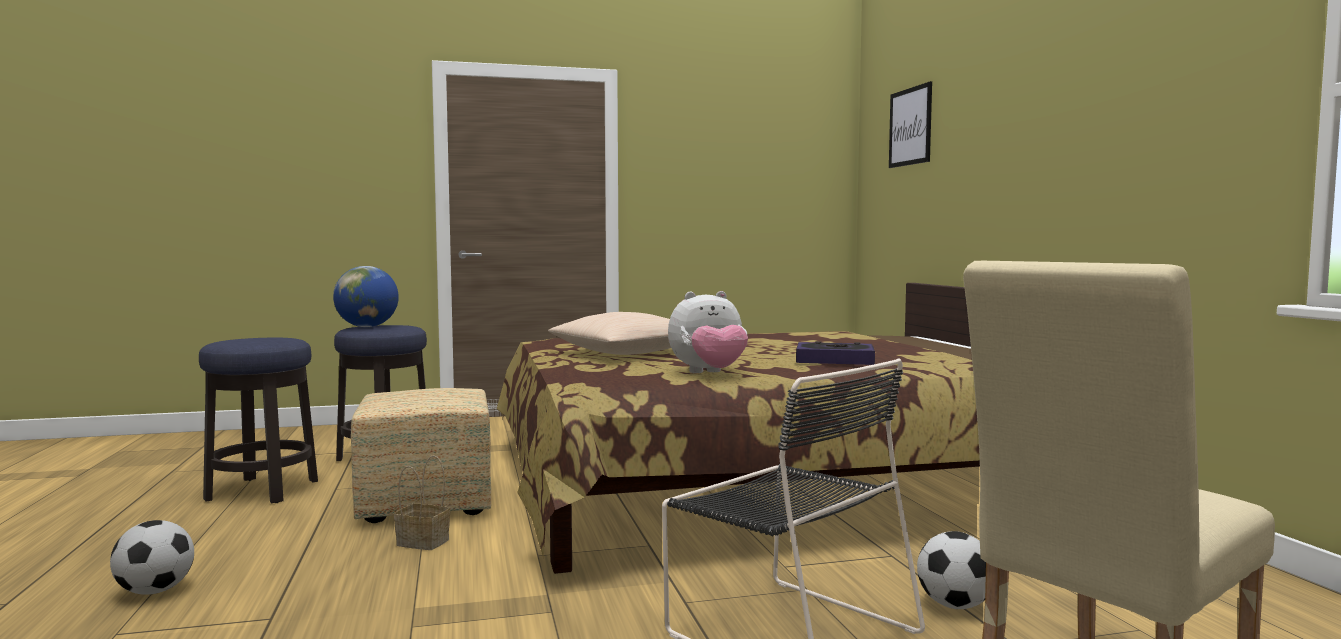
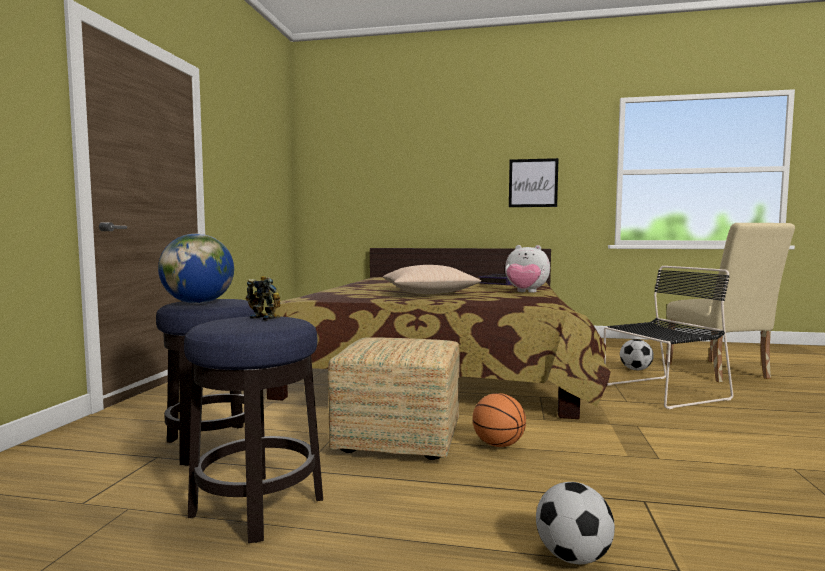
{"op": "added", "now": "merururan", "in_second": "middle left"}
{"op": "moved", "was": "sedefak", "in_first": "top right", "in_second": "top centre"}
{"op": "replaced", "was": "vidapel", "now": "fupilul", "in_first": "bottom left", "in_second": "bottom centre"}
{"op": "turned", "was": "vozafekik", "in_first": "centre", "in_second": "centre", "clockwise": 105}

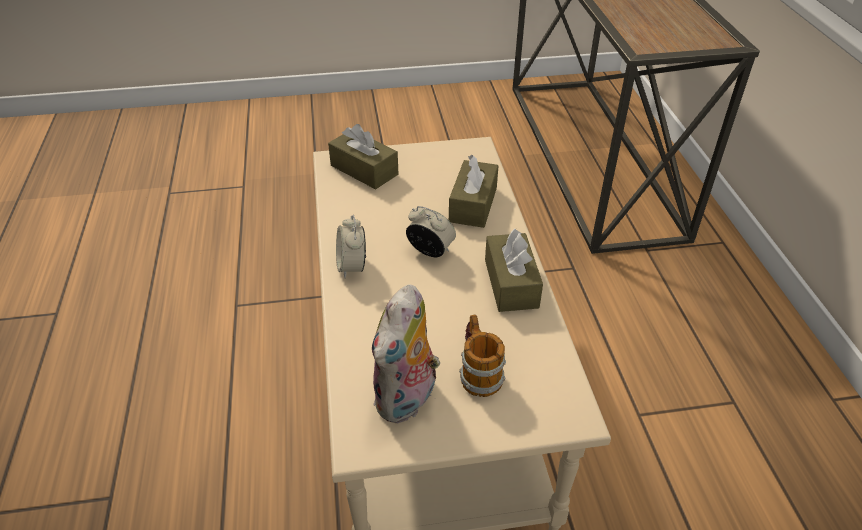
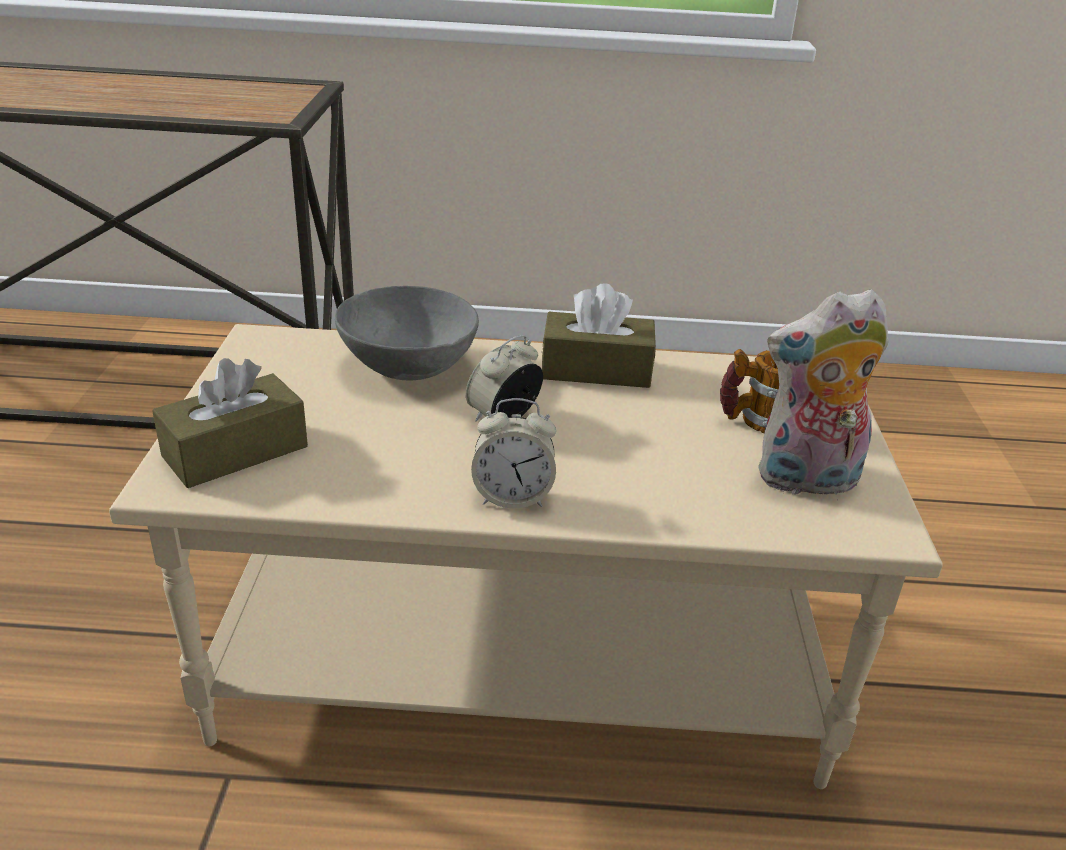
{"op": "replaced", "was": "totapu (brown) (2nd from left)", "now": "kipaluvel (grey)", "in_first": "centre", "in_second": "centre"}
{"op": "turned", "was": "vozafekik", "in_first": "bottom centre", "in_second": "middle right", "clockwise": 135}

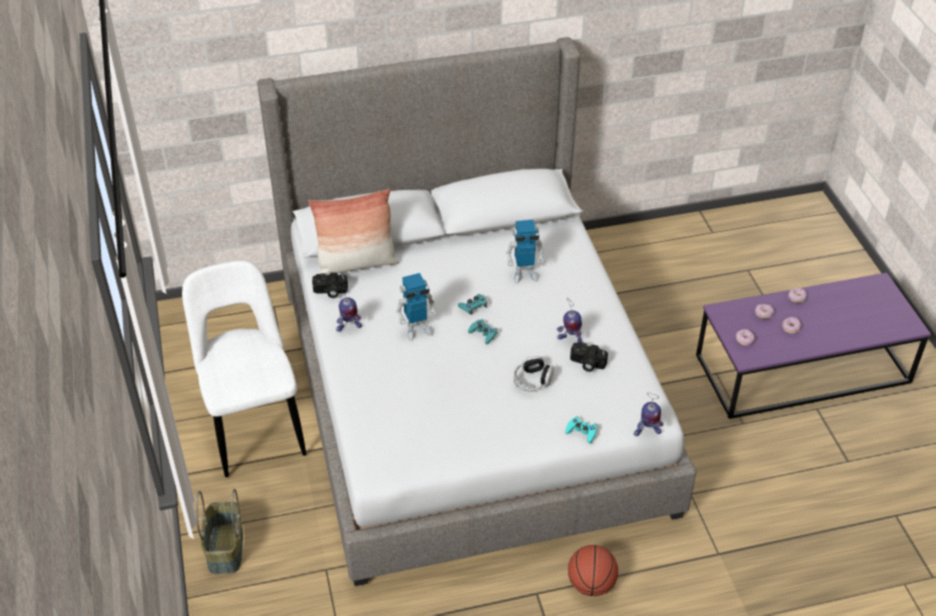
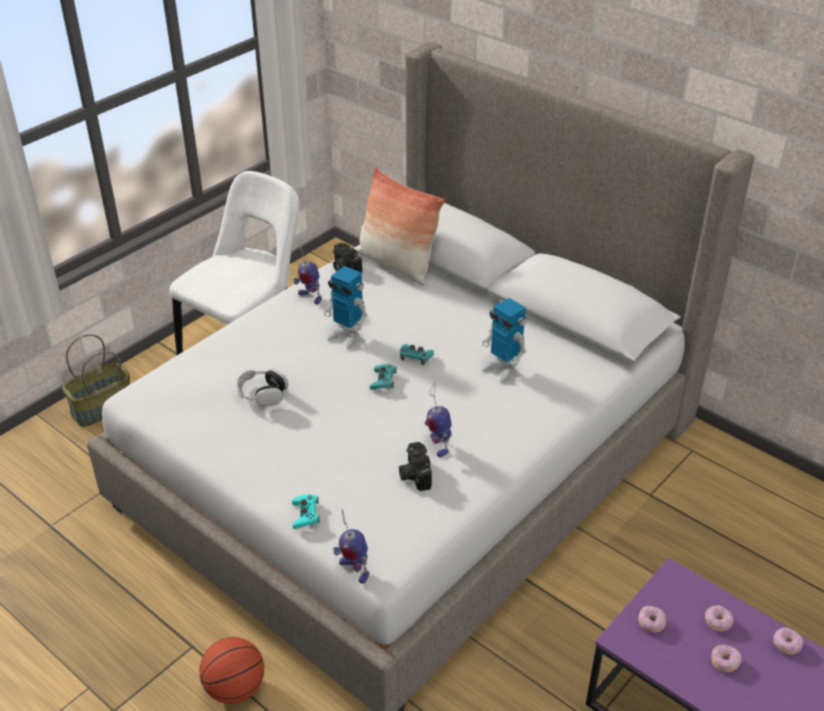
{"op": "moved", "was": "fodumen", "in_first": "centre", "in_second": "middle left"}

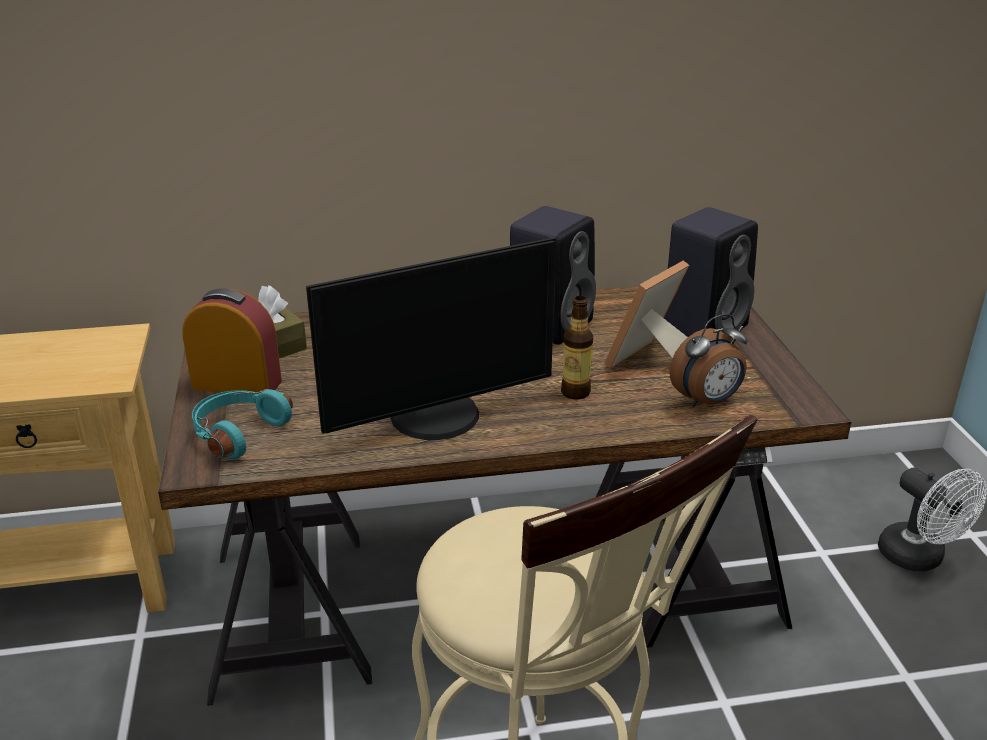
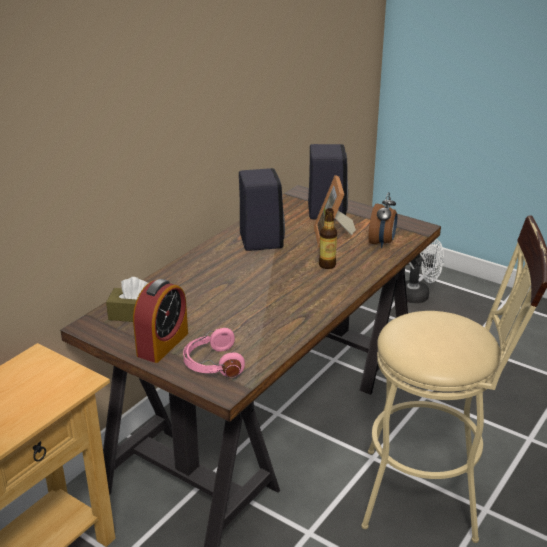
{"op": "removed", "was": "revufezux", "in_first": "centre"}
{"op": "recoloured", "was": "fodumen (turquoise)", "now": "fodumen (pink)", "in_first": "middle left", "in_second": "centre"}
{"op": "turned", "was": "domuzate (1st from left)", "in_first": "middle left", "in_second": "middle left", "clockwise": 150}

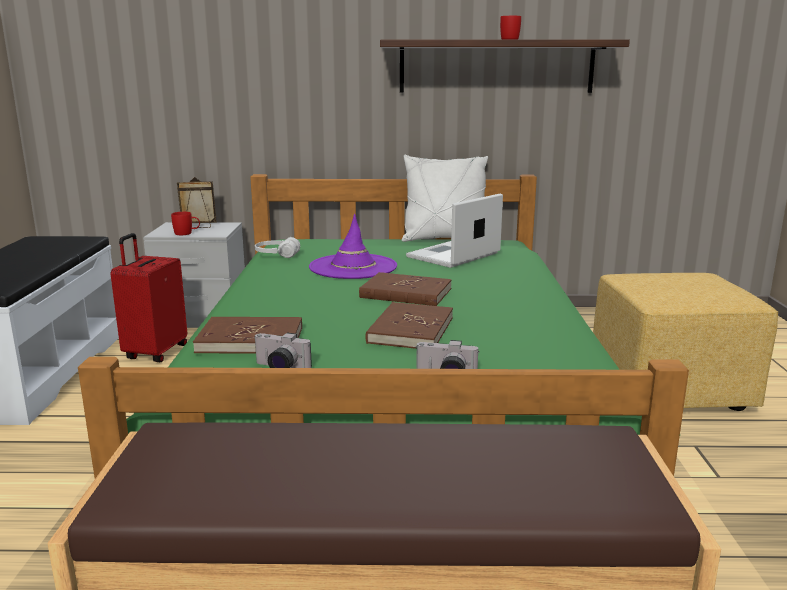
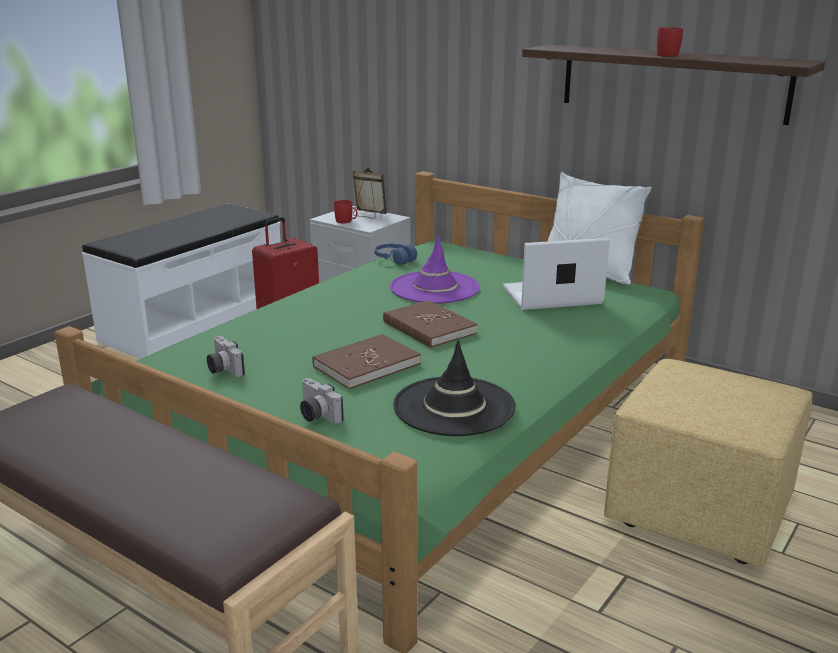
{"op": "removed", "was": "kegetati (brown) (1st from left)", "in_first": "middle left"}
{"op": "added", "now": "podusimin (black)", "in_second": "centre"}
{"op": "recoloured", "was": "fodumen (white)", "now": "fodumen (blue)", "in_first": "centre", "in_second": "centre"}

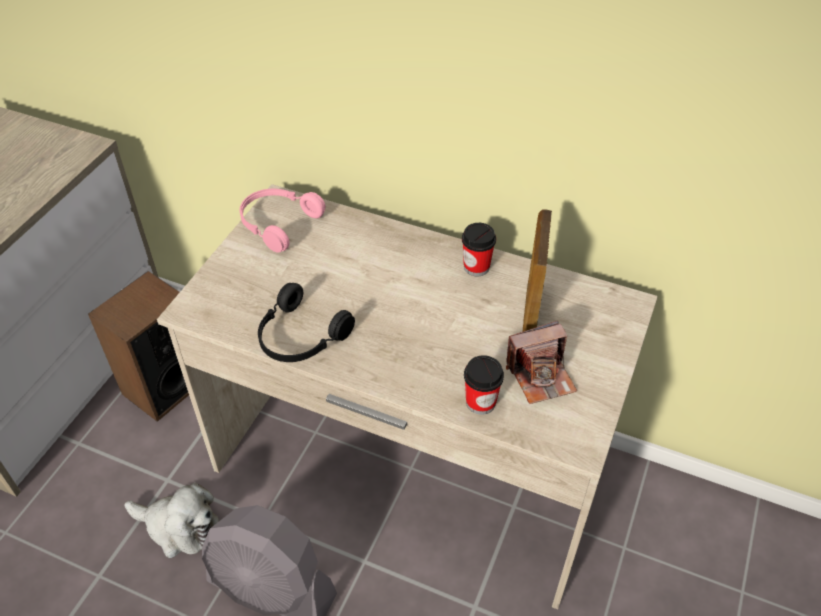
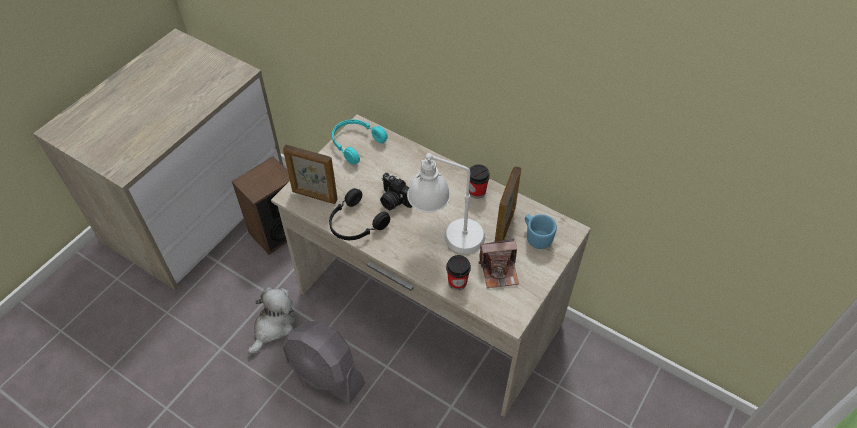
{"op": "added", "now": "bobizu (1st from left)", "in_second": "centre"}
{"op": "added", "now": "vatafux (1st from left)", "in_second": "centre"}
{"op": "added", "now": "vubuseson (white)", "in_second": "centre"}
{"op": "added", "now": "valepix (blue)", "in_second": "centre"}
{"op": "recoloured", "was": "fodumen (pink)", "now": "fodumen (turquoise)", "in_first": "centre", "in_second": "top centre"}
{"op": "turned", "was": "vozafekik", "in_first": "bottom left", "in_second": "bottom left", "clockwise": -90}

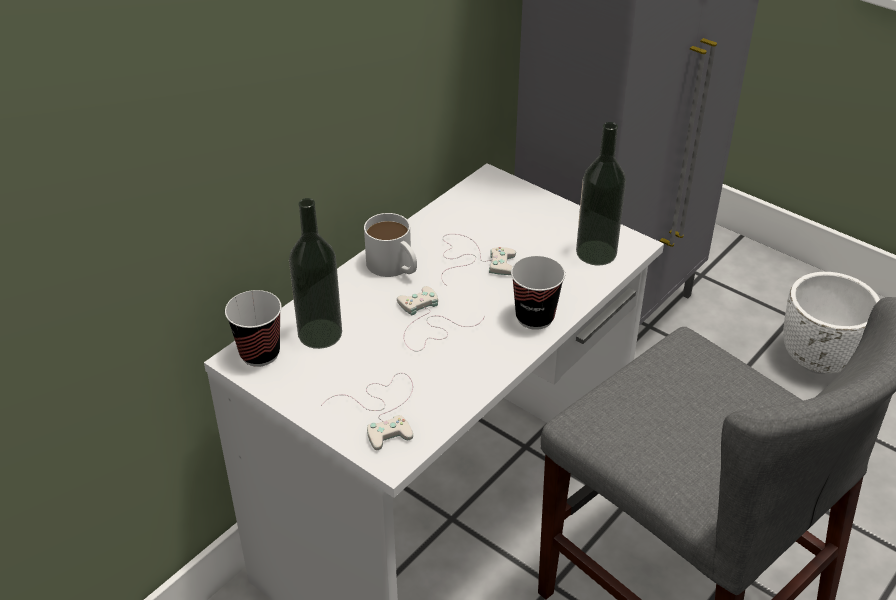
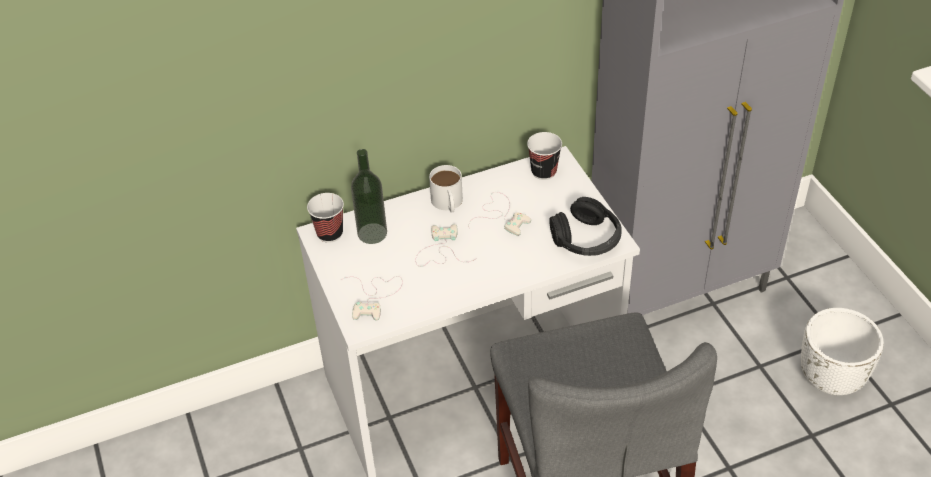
{"op": "moved", "was": "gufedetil (2nd from left)", "in_first": "centre", "in_second": "top centre"}
{"op": "replaced", "was": "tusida (2nd from left)", "now": "fodumen (black)", "in_first": "top right", "in_second": "centre"}

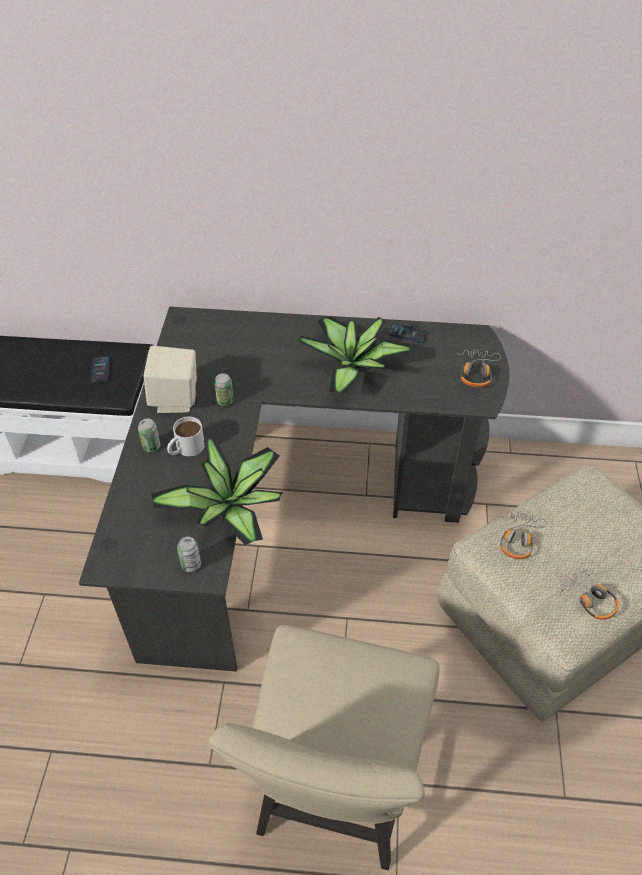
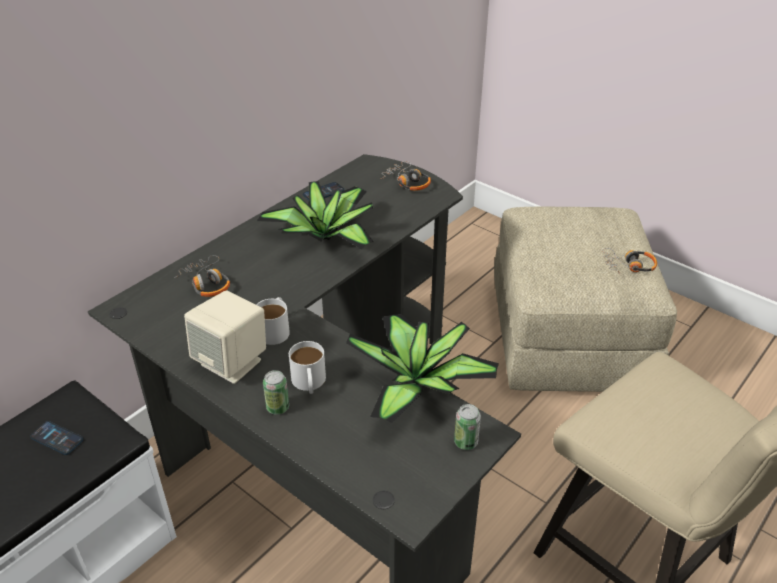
{"op": "moved", "was": "fodumen (2nd from left in the first image)", "now": "fodumen (1st from left)", "in_first": "middle right", "in_second": "middle left"}
{"op": "replaced", "was": "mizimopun (3rd from left)", "now": "valepix (white) (1st from left)", "in_first": "centre", "in_second": "centre"}

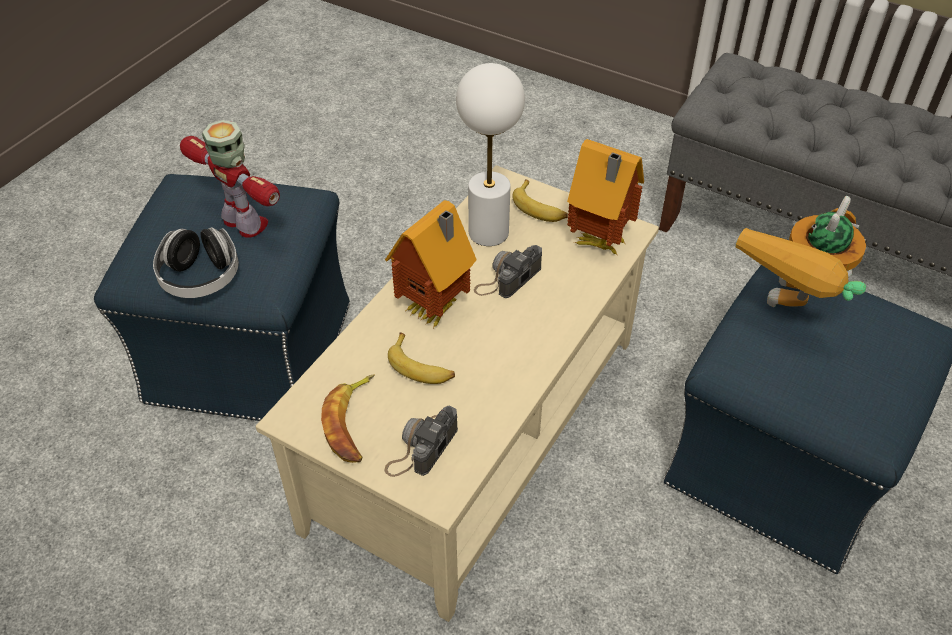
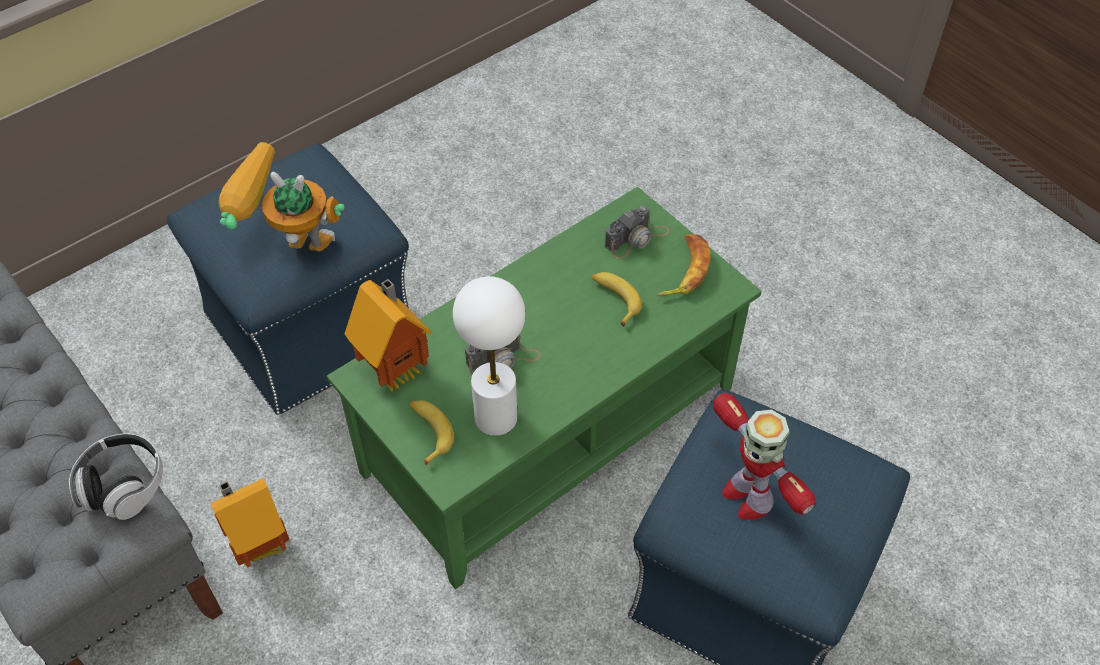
{"op": "moved", "was": "fodumen", "in_first": "middle left", "in_second": "bottom left"}
{"op": "moved", "was": "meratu (1st from left)", "in_first": "centre", "in_second": "bottom left"}
{"op": "recoloured", "was": "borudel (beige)", "now": "borudel (green)", "in_first": "centre", "in_second": "centre"}
{"op": "turned", "was": "merururan (2nd from left in the first image)", "in_first": "middle right", "in_second": "top left", "clockwise": -135}

